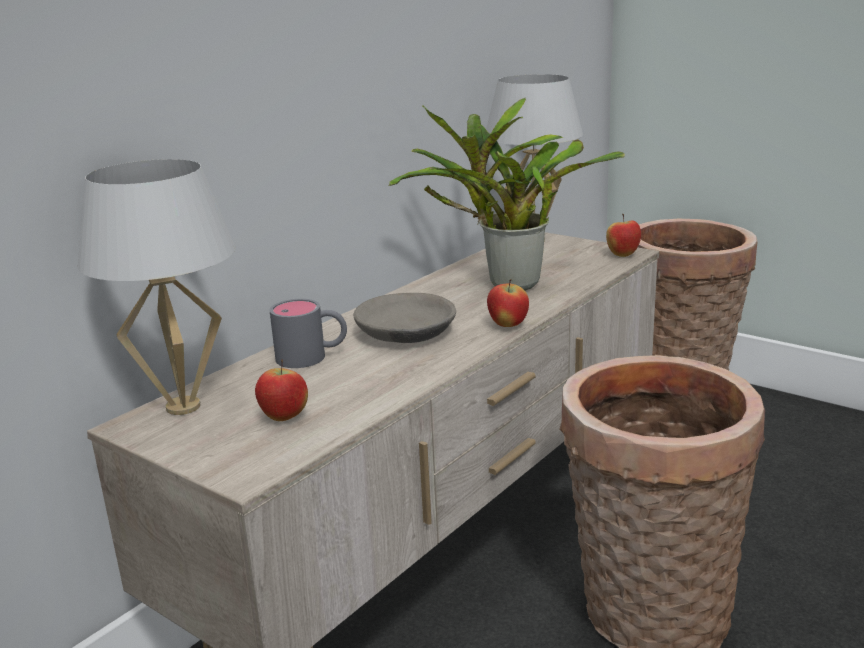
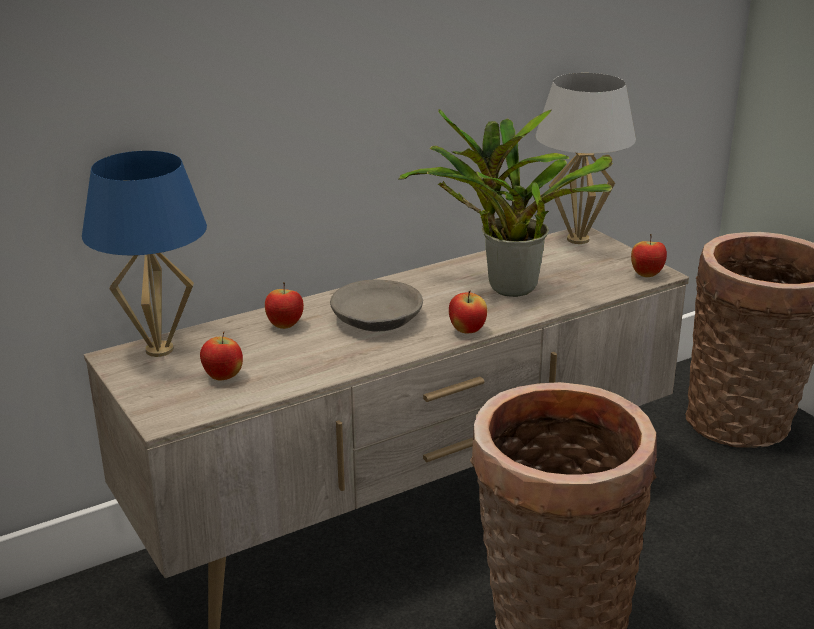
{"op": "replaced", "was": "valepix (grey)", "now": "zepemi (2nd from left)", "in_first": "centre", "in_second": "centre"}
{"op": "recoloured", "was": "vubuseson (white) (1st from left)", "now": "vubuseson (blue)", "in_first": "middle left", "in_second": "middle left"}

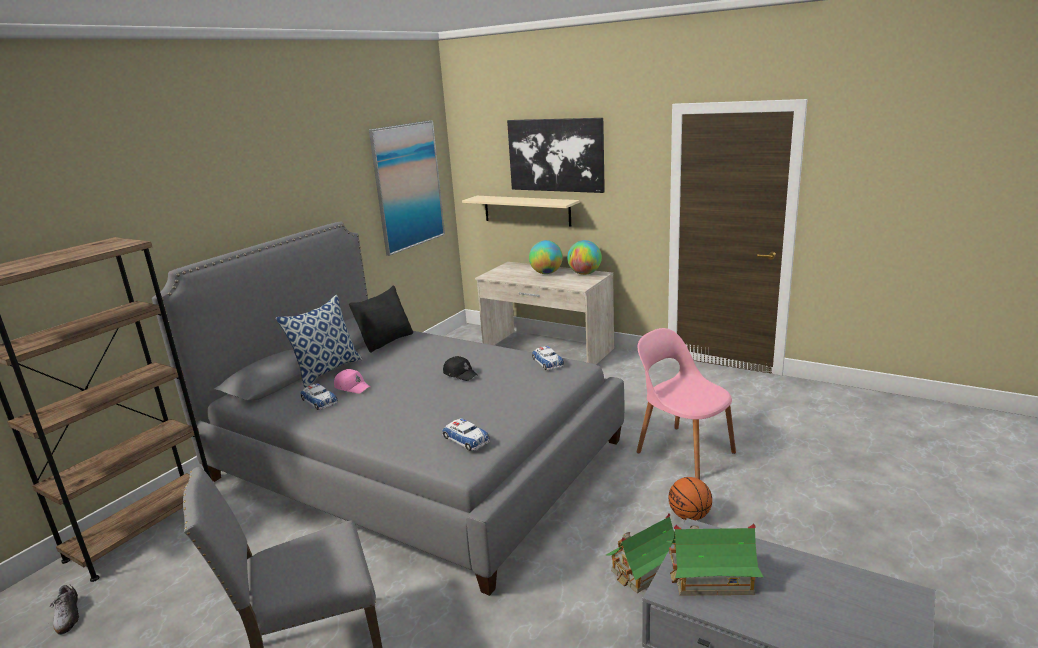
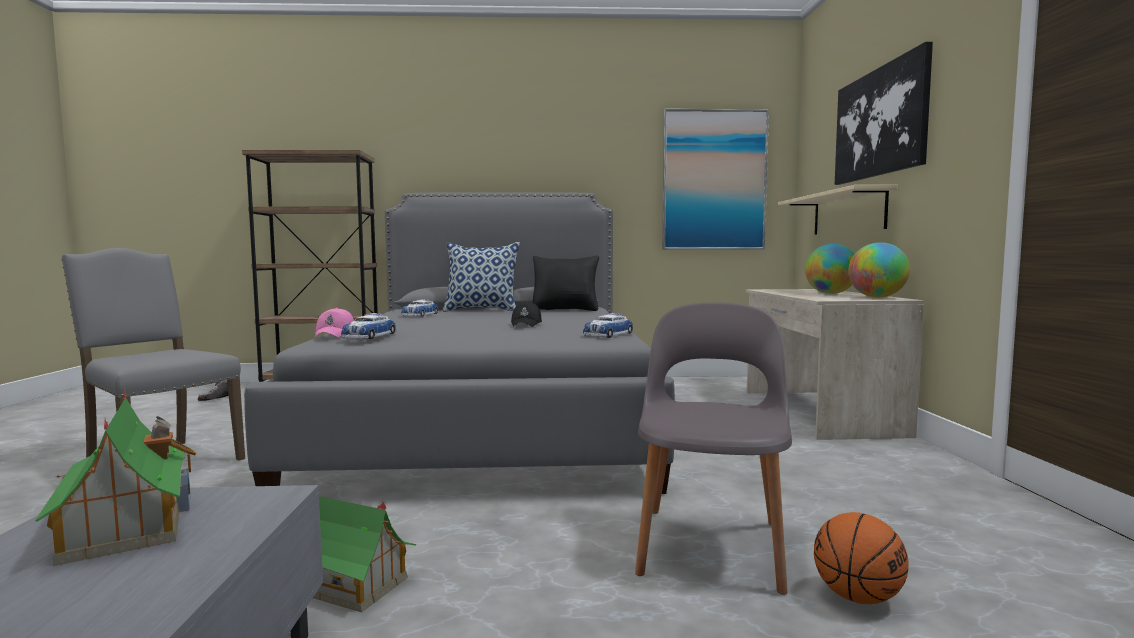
{"op": "moved", "was": "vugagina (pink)", "in_first": "centre", "in_second": "middle left"}
{"op": "moved", "was": "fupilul", "in_first": "bottom centre", "in_second": "bottom right"}
{"op": "recoloured", "was": "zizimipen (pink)", "now": "zizimipen (grey) (2nd from left)", "in_first": "centre", "in_second": "bottom centre"}

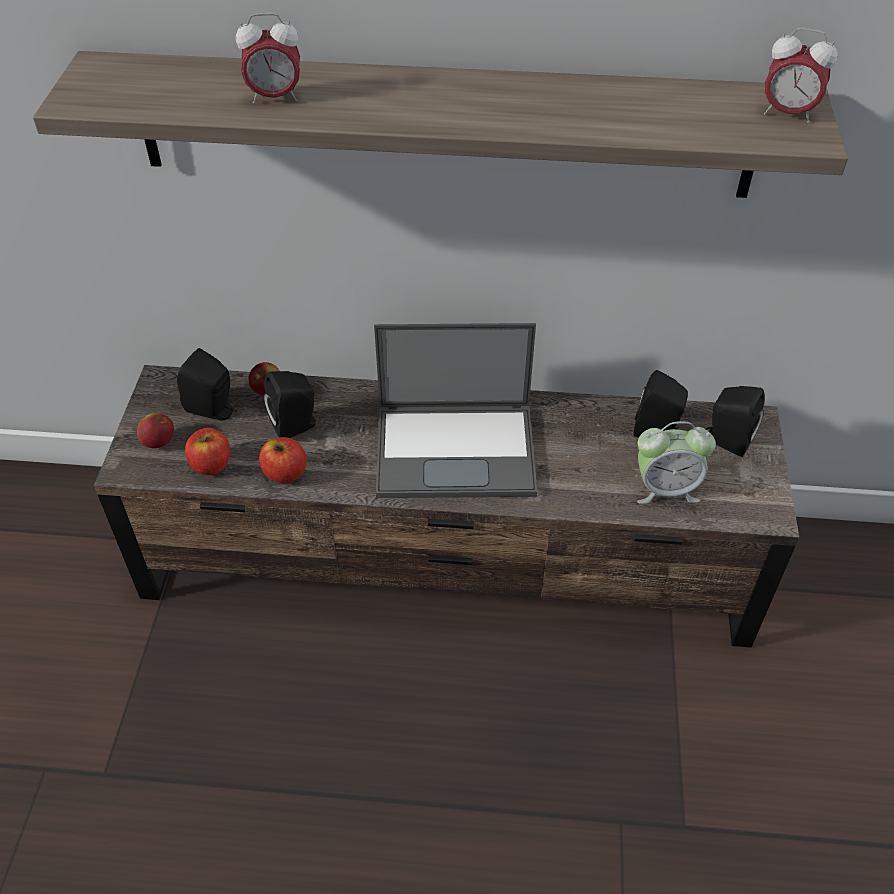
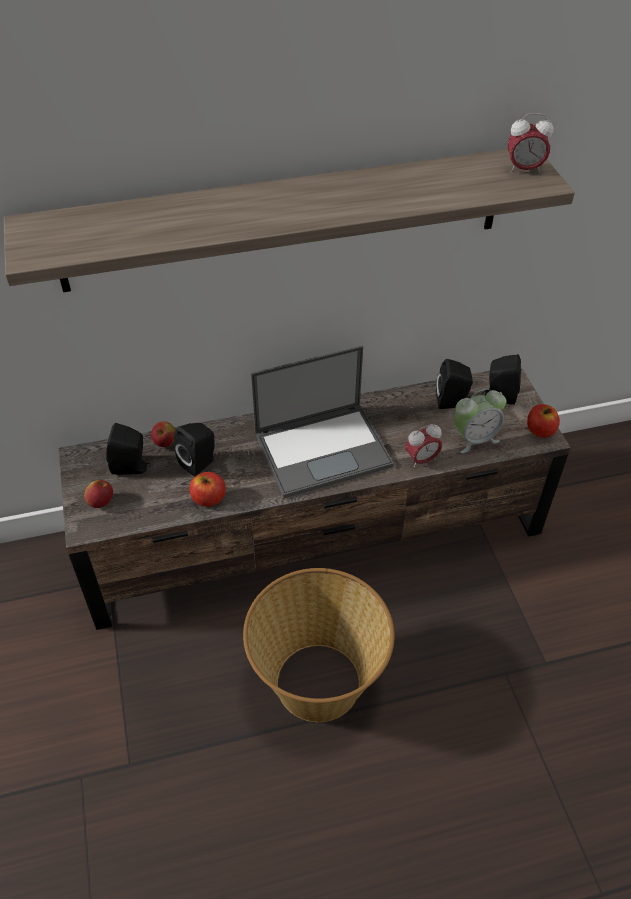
{"op": "added", "now": "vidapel", "in_second": "bottom centre"}
{"op": "moved", "was": "zepemi (2nd from left in the first image)", "now": "zepemi (4th from left)", "in_first": "middle left", "in_second": "middle right"}
{"op": "moved", "was": "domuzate (1st from left)", "in_first": "top left", "in_second": "middle right"}

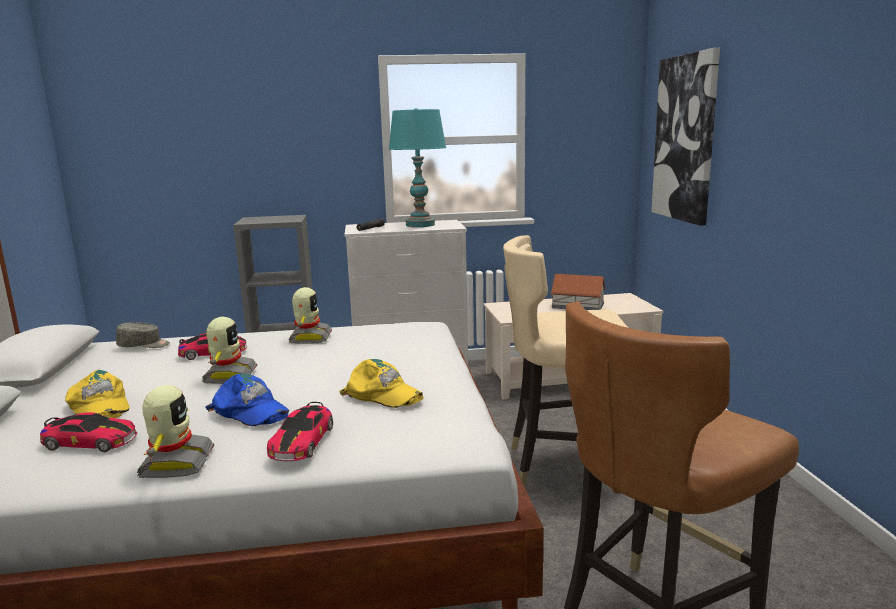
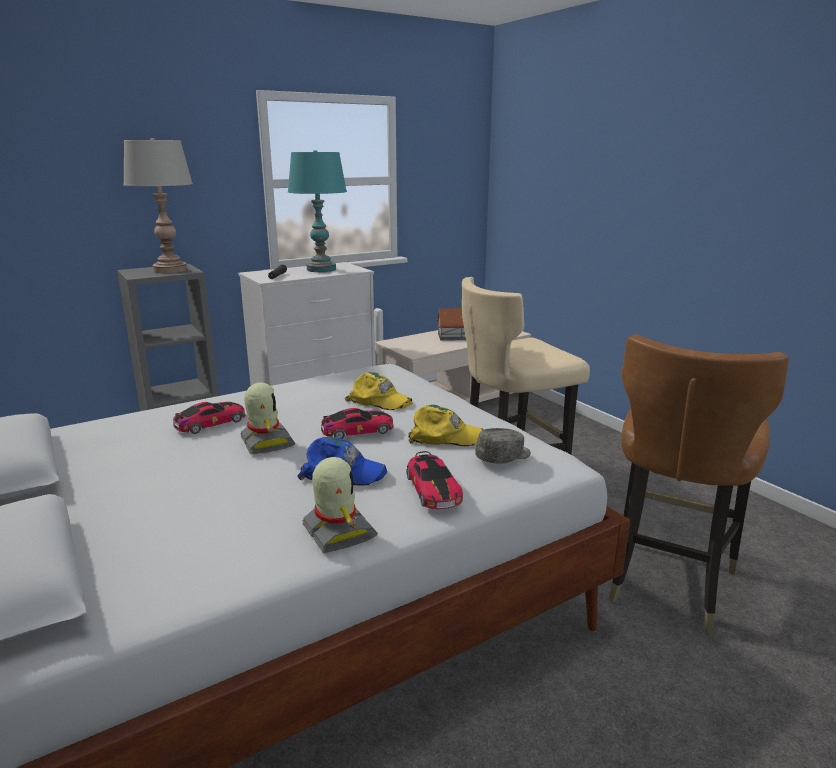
{"op": "removed", "was": "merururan (3rd from left)", "in_first": "centre"}
{"op": "removed", "was": "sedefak", "in_first": "top right"}
{"op": "added", "now": "vubuseson (grey)", "in_second": "top left"}
{"op": "moved", "was": "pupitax (1st from left in the first image)", "now": "pupitax (2nd from left)", "in_first": "bottom left", "in_second": "centre"}
{"op": "moved", "was": "vugagina (yellow) (1st from left)", "in_first": "middle left", "in_second": "centre"}
{"op": "moved", "was": "vugagina (grey)", "in_first": "middle left", "in_second": "centre"}

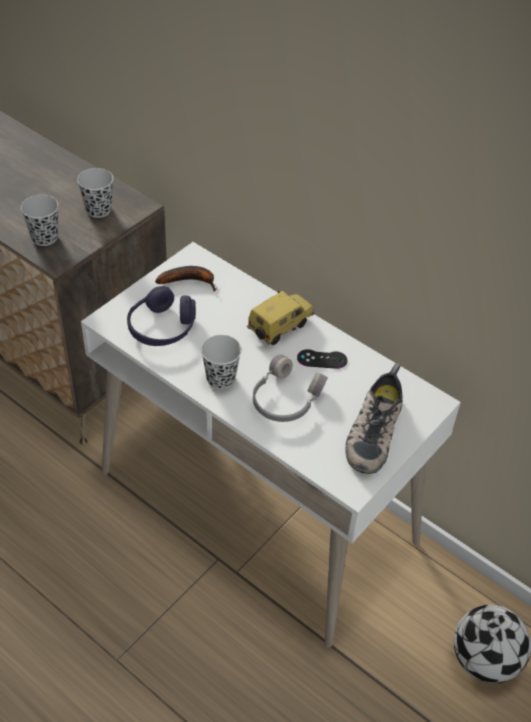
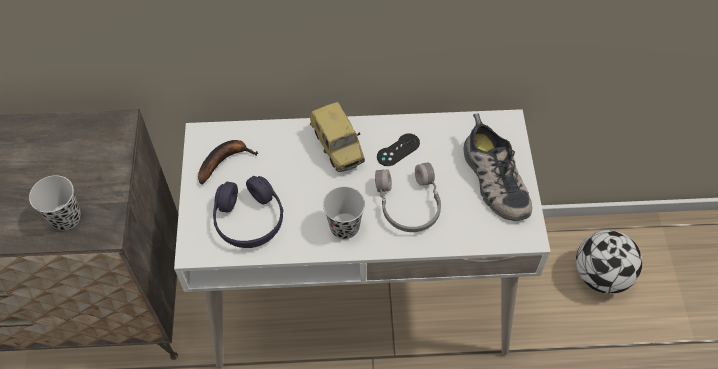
{"op": "removed", "was": "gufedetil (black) (2nd from left)", "in_first": "top left"}
{"op": "turned", "was": "pupitax", "in_first": "centre", "in_second": "centre", "clockwise": 150}

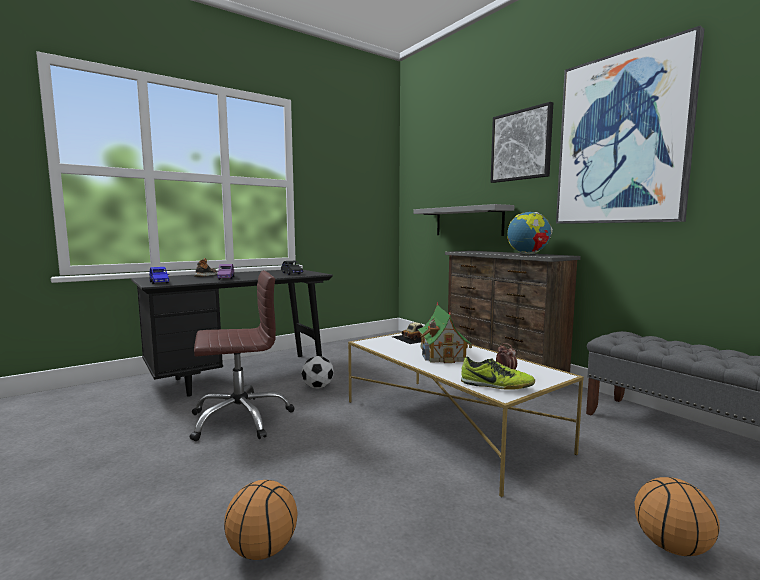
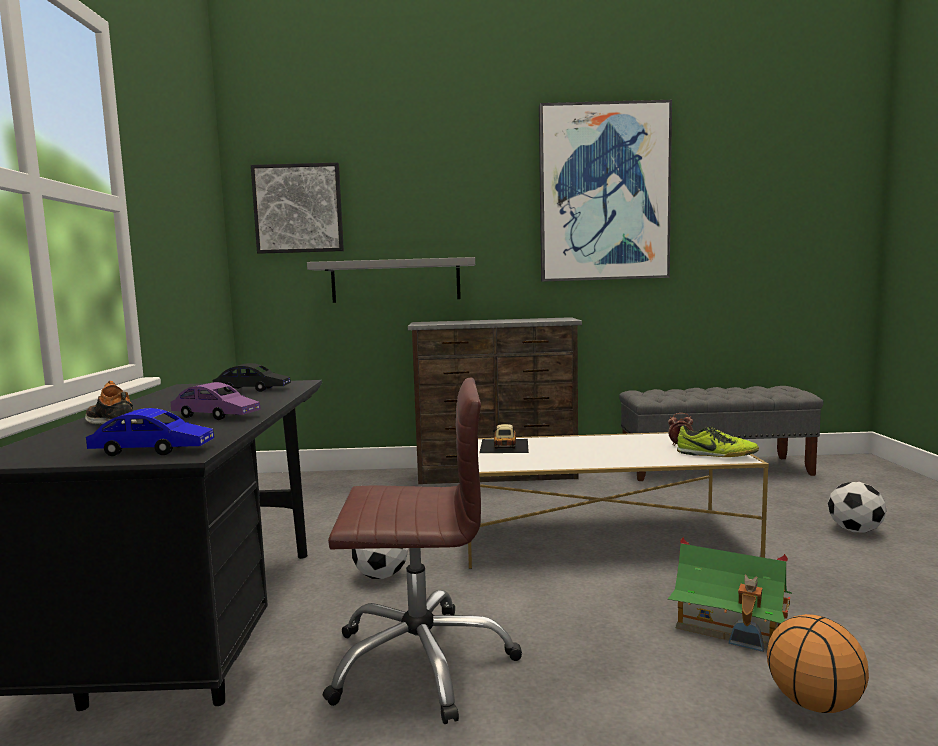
{"op": "removed", "was": "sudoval", "in_first": "middle right"}
{"op": "moved", "was": "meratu", "in_first": "centre", "in_second": "bottom right"}
{"op": "moved", "was": "sedefak (1st from left)", "in_first": "top right", "in_second": "top left"}
{"op": "replaced", "was": "fupilul (2nd from left)", "now": "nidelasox (2nd from left)", "in_first": "bottom right", "in_second": "bottom right"}
{"op": "turned", "was": "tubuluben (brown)", "in_first": "middle left", "in_second": "bottom centre", "clockwise": 75}
{"op": "turned", "was": "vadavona (2nd from left)", "in_first": "centre", "in_second": "middle right", "clockwise": 60}

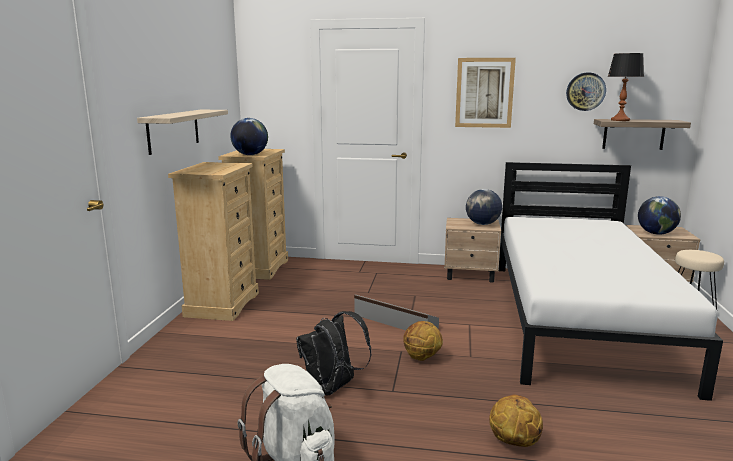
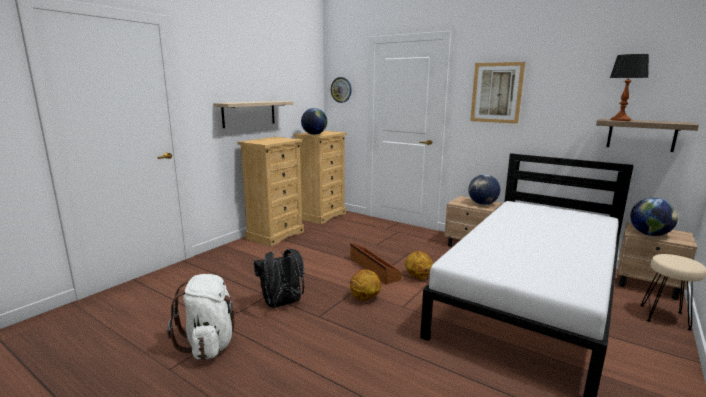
{"op": "moved", "was": "fupilul (2nd from left)", "in_first": "bottom right", "in_second": "bottom centre"}
{"op": "moved", "was": "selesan", "in_first": "top right", "in_second": "top centre"}
{"op": "recoloured", "was": "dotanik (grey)", "now": "dotanik (brown)", "in_first": "bottom centre", "in_second": "centre"}

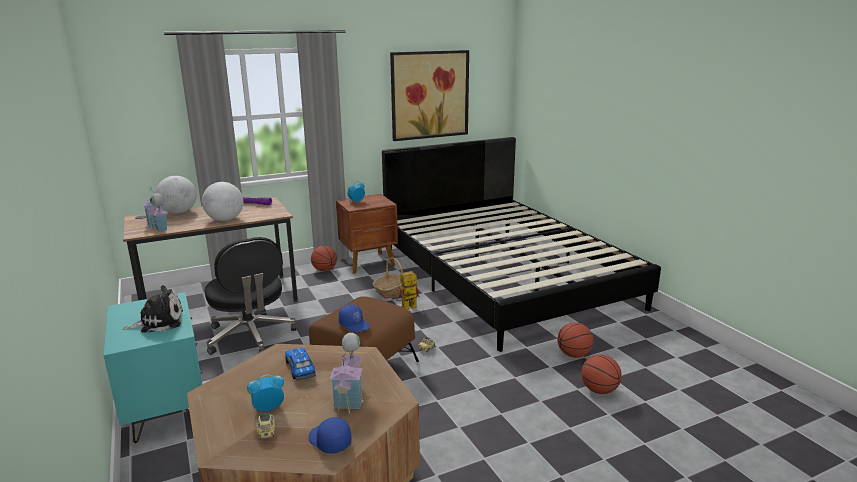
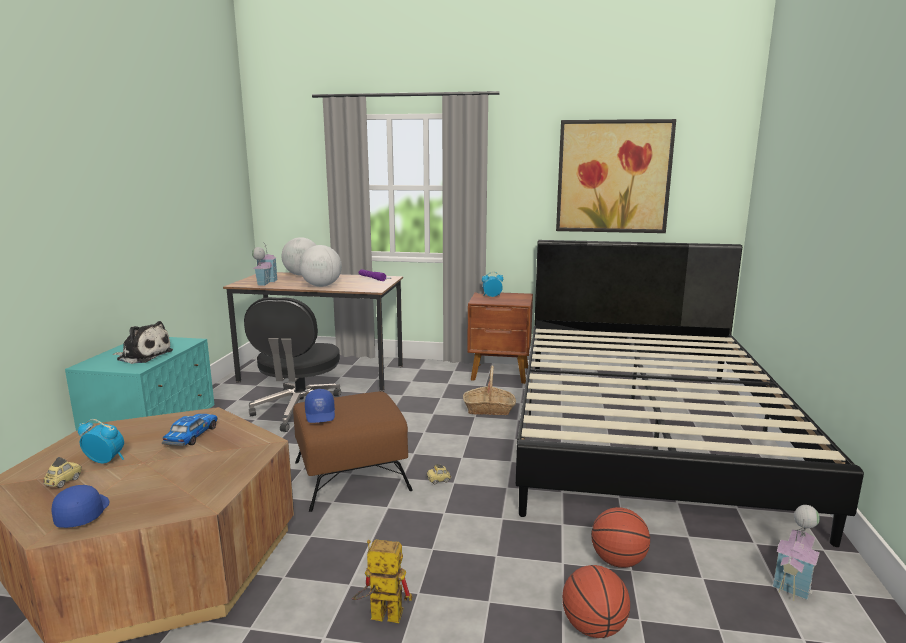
{"op": "removed", "was": "fupilul (1st from left)", "in_first": "centre"}
{"op": "moved", "was": "meratu (2nd from left)", "in_first": "bottom centre", "in_second": "bottom right"}
{"op": "moved", "was": "merururan", "in_first": "centre", "in_second": "bottom centre"}

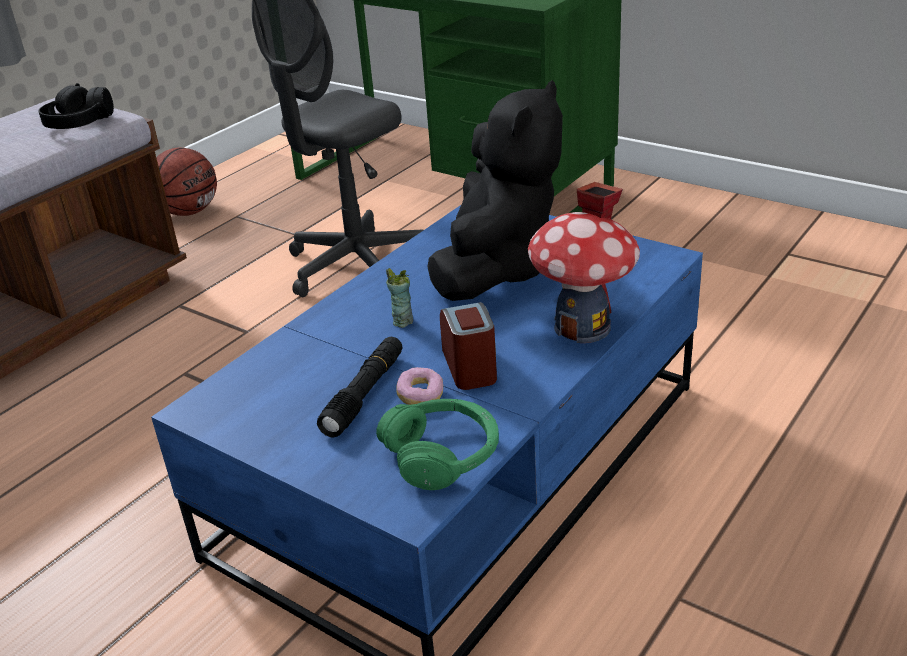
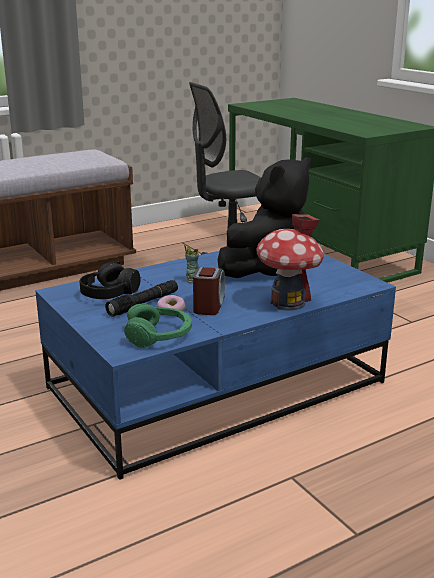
{"op": "removed", "was": "fupilul", "in_first": "top left"}
{"op": "moved", "was": "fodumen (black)", "in_first": "top left", "in_second": "middle left"}

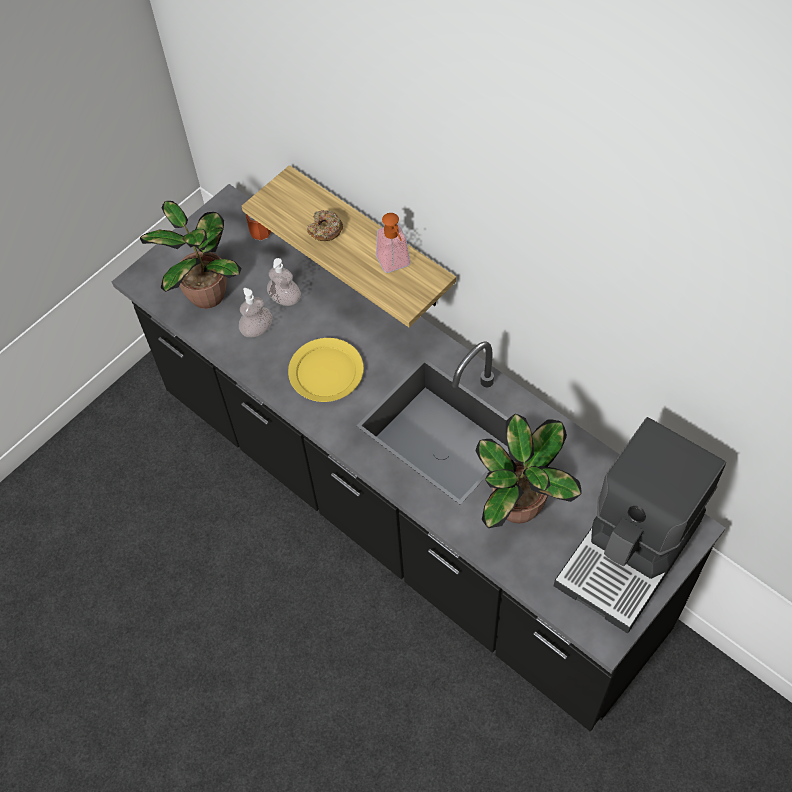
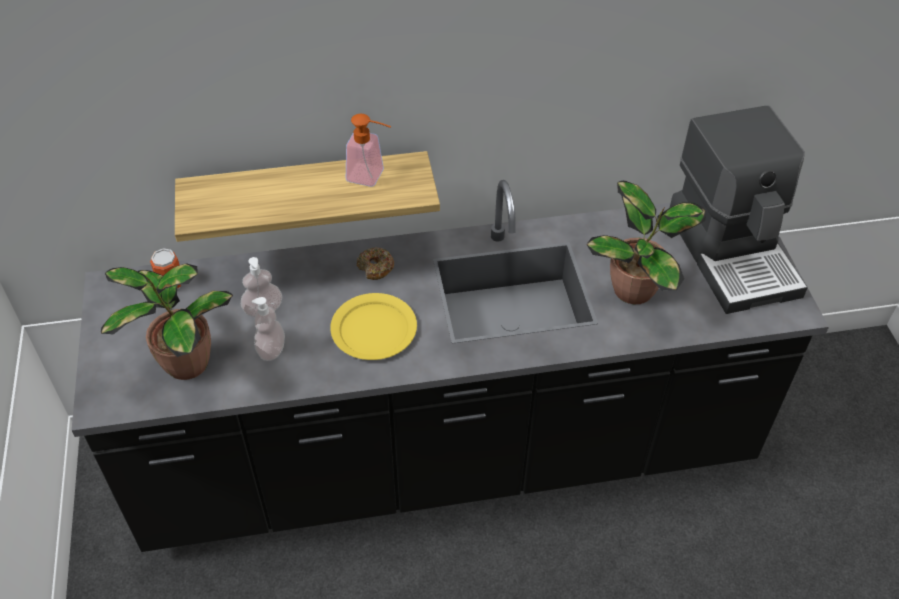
{"op": "moved", "was": "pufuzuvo", "in_first": "top centre", "in_second": "centre"}

